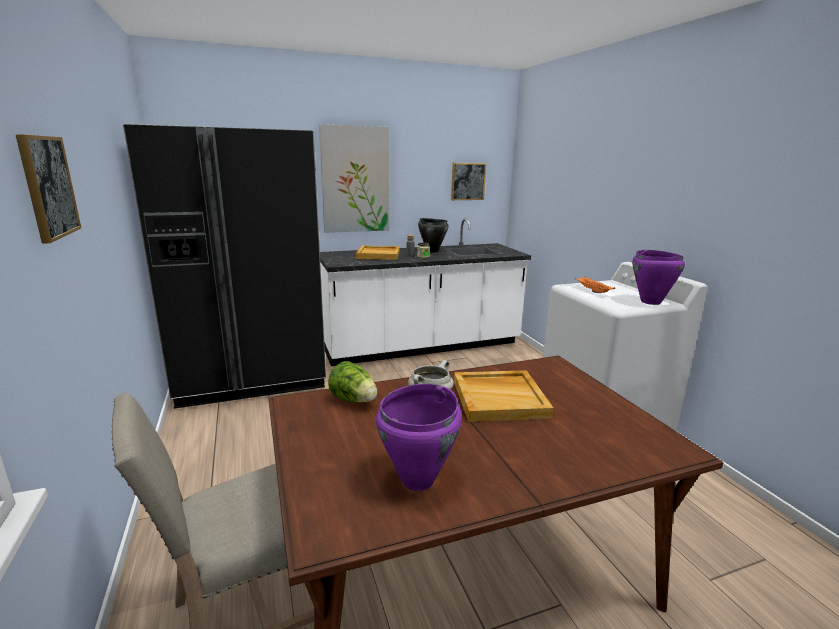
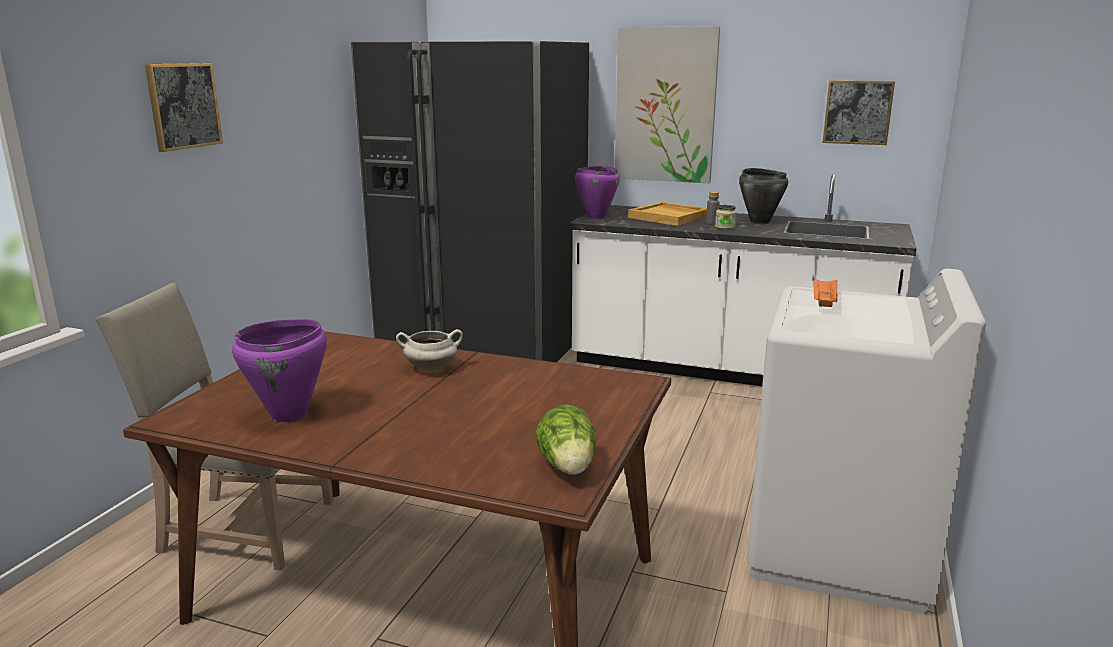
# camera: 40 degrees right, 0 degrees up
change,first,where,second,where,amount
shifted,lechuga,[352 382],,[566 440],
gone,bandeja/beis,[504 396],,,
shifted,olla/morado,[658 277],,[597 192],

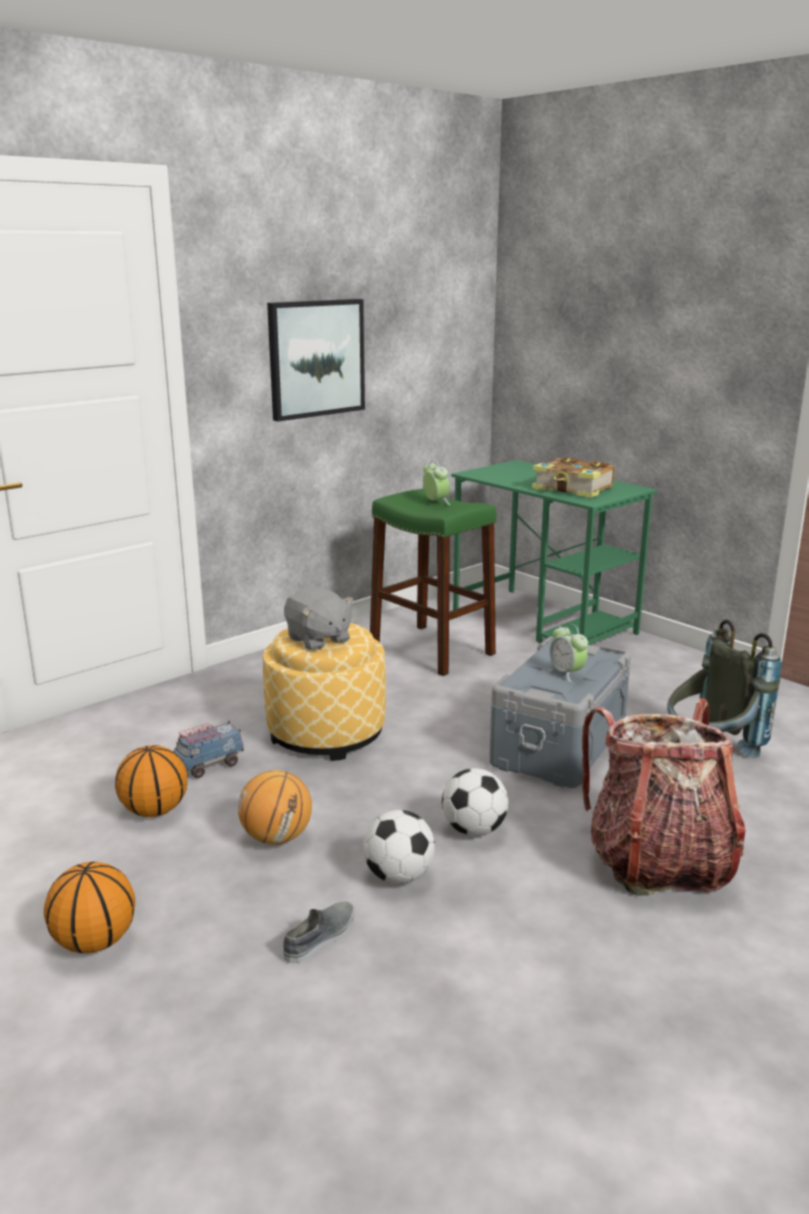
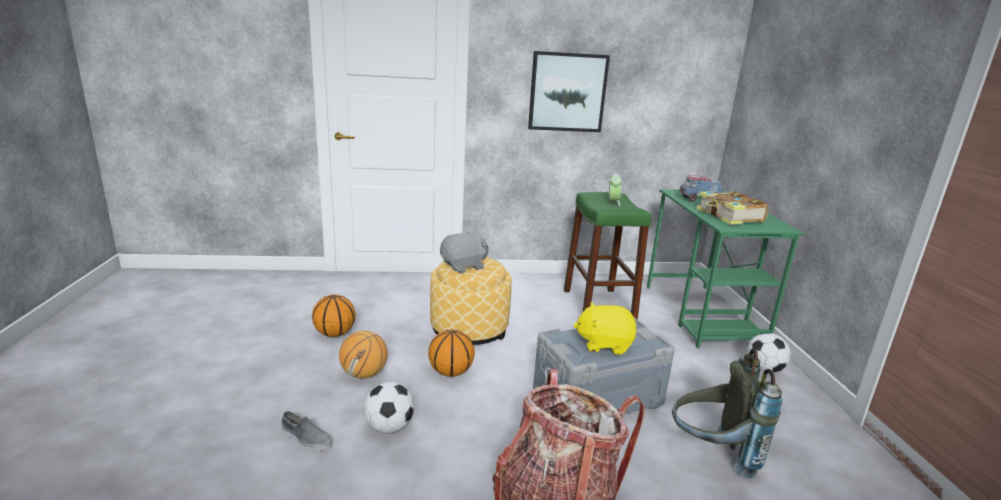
# camera: 35 degrees right, 0 degrees up
change,first,where,second,where,amount
shifted,balón de baloncesto,[89 907],,[451 353],
shifted,camión de juguete,[208 749],,[701 188],
rotated,zapato/gris,[319 932],,[306 431],45 degrees clockwise
rotated,peluche/gris,[319 618],,[464 252],120 degrees counterclockwise
shifted,balón de fútbol,[475 802],,[769 353],
swapped,despertador,[568 653],peluche/amarillo,[605 328],

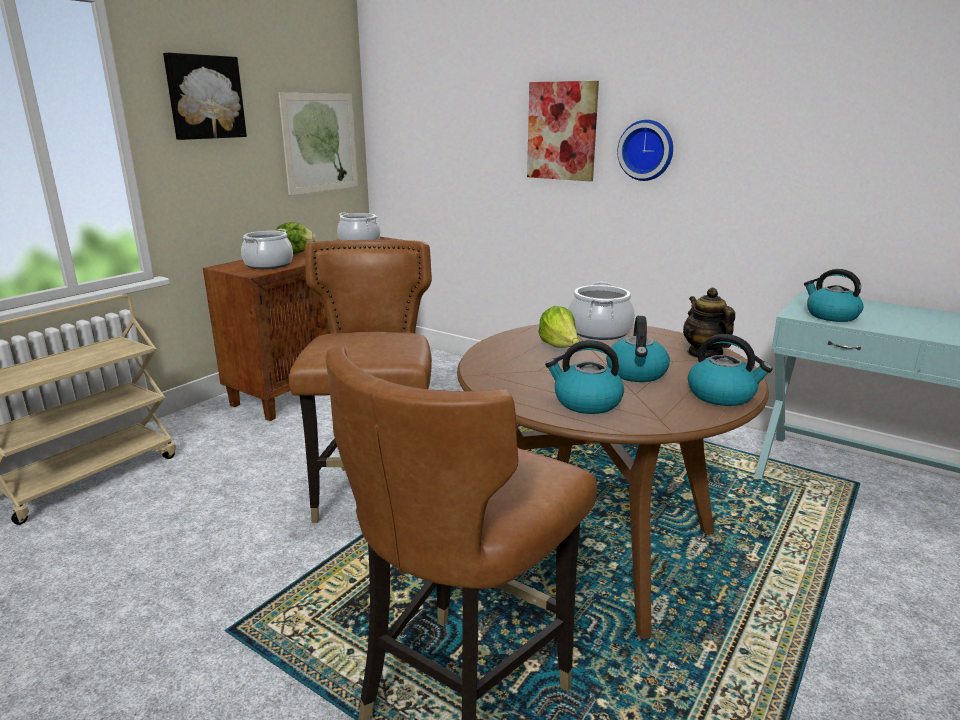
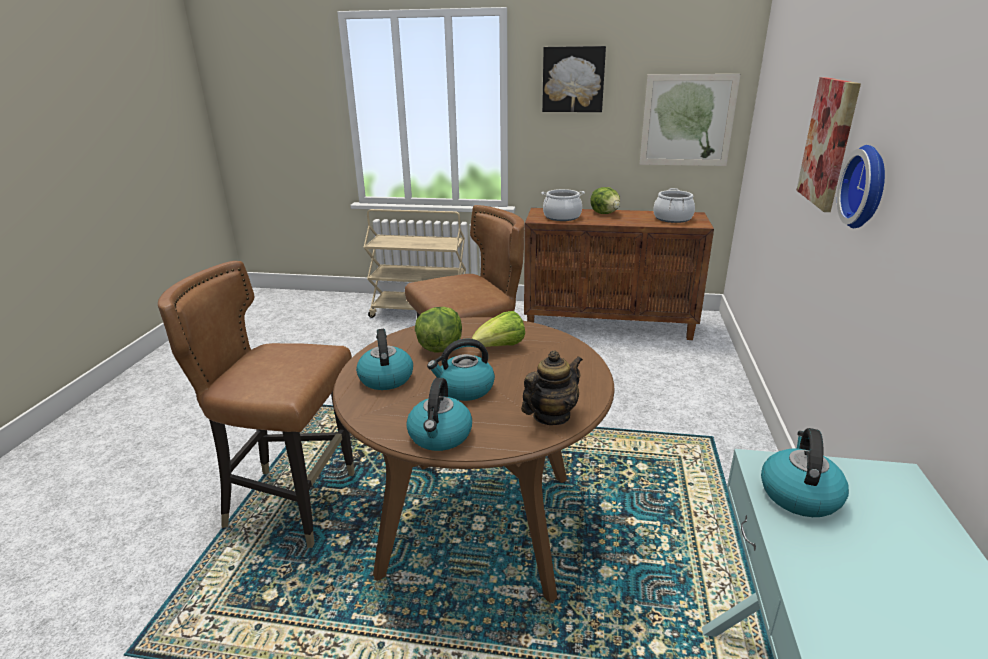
# camera: 65 degrees right, 5 degrees up
change,first,where,second,where,amount
gone,olla,[601 311],,,
new,,,lechuga,[438 330],

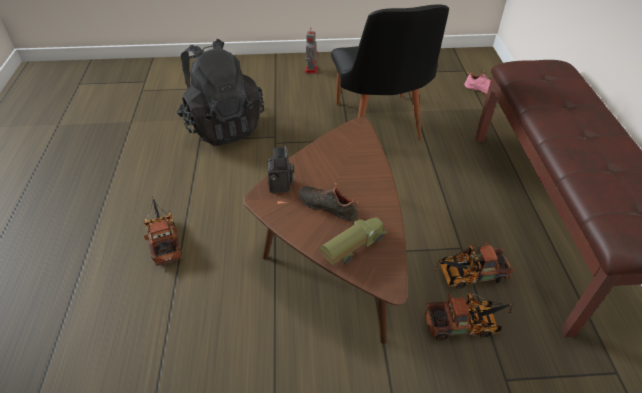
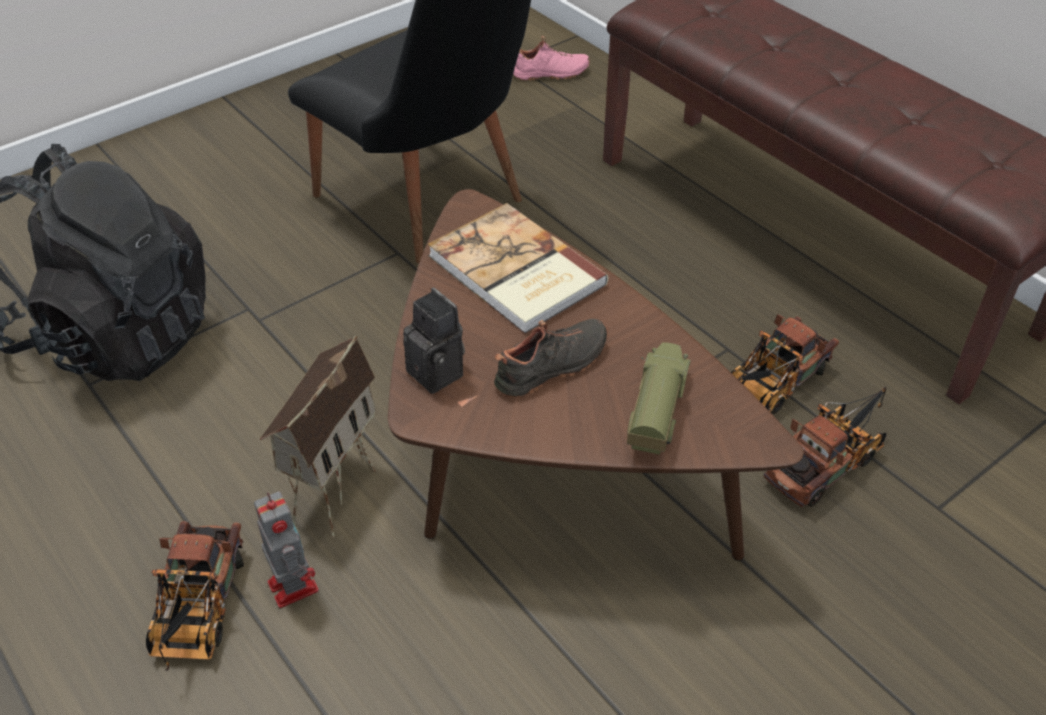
# camera: 35 degrees left, 0 degrees up
change,first,where,second,where,amount
rotated,camión de juguete,[163 231],,[195 595],120 degrees counterclockwise
rotated,zapato/negro,[328 202],,[551 358],150 degrees clockwise
shifted,robot de juguete,[311 51],,[286 549],
new,,,casita,[318 436],
new,,,libro,[518 268],

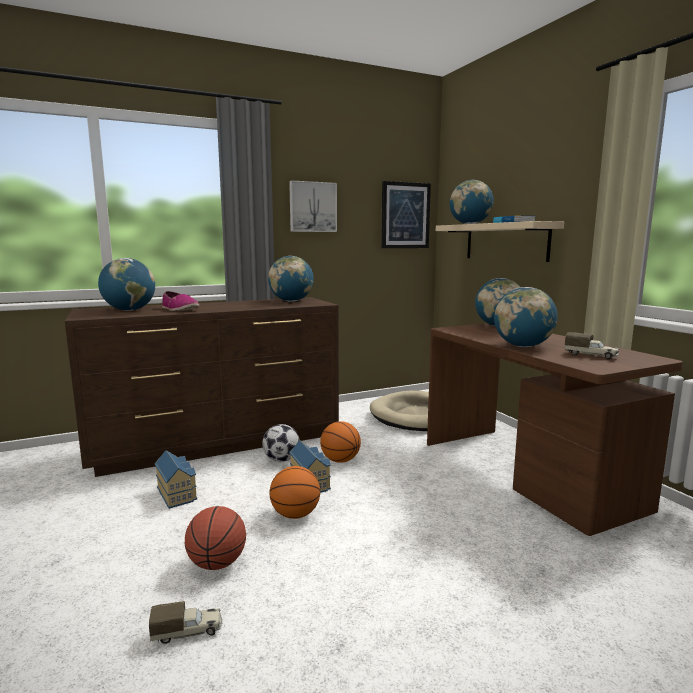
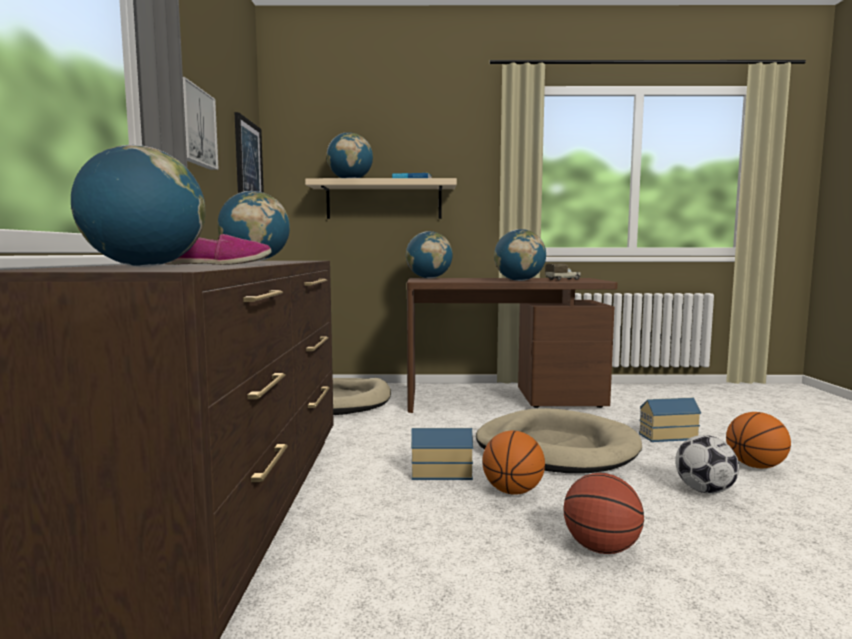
# camera: 65 degrees left, 5 degrees down
change,first,where,second,where,amount
gone,camión de juguete,[185 622],,,
shifted,casita,[176 479],,[670 420],
shifted,balón de fútbol,[280 443],,[707 464],
shifted,balón de baloncesto,[340 442],,[758 440],
new,,,cama para perro/beis,[559 440],

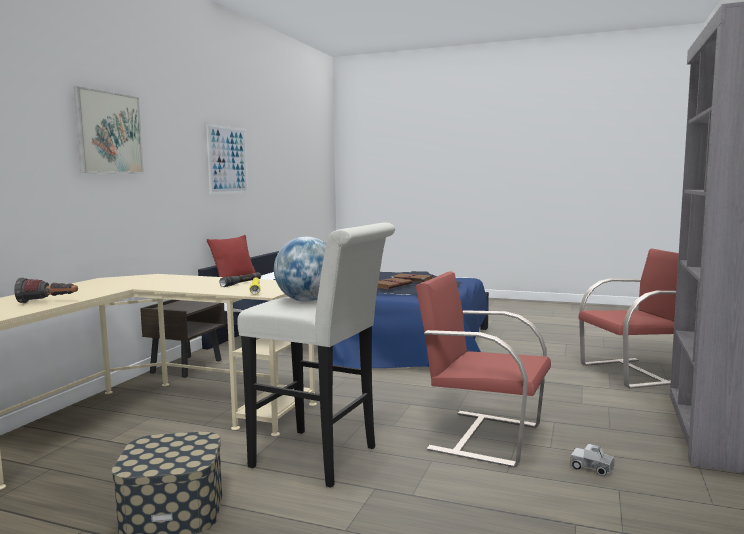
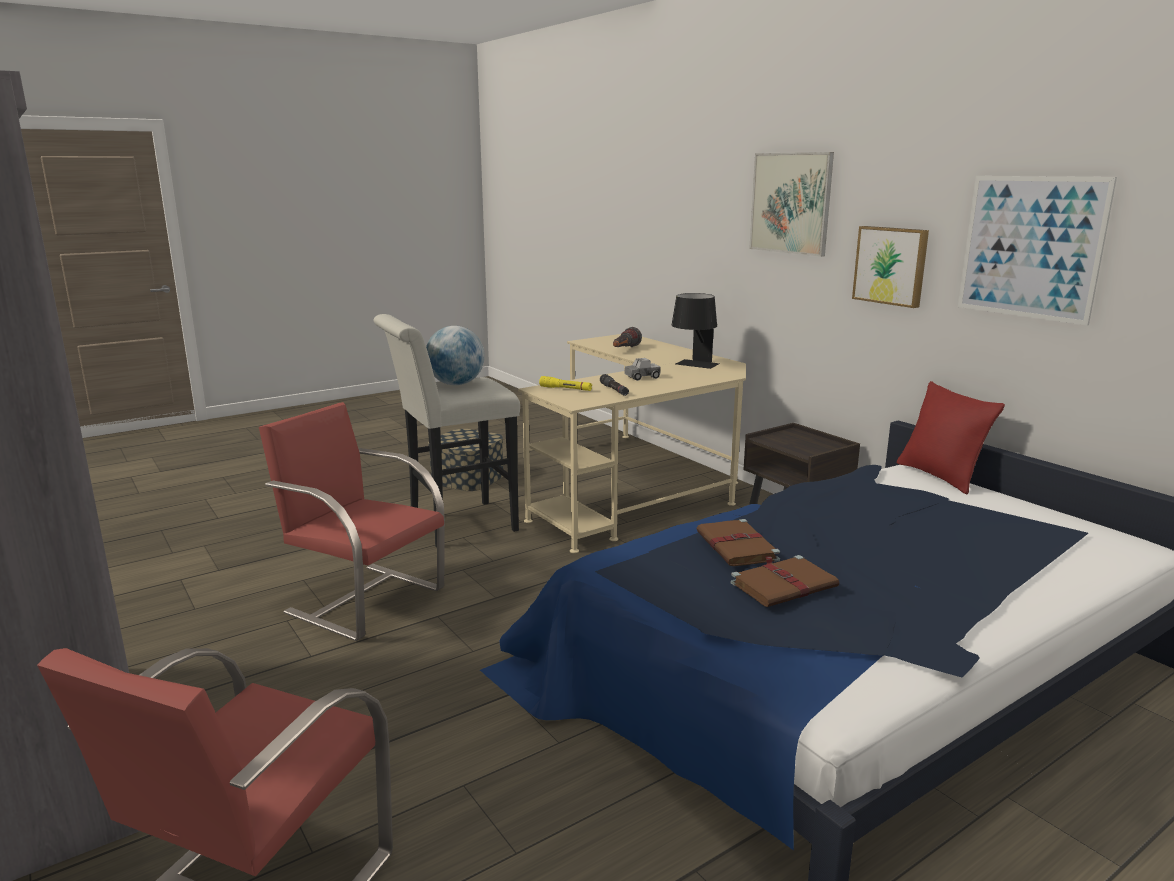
# camera: 125 degrees right, 10 degrees up
change,first,where,second,where,amount
rotated,silla/rojo,[483 369],,[352 521],120 degrees counterclockwise
shifted,camión de juguete,[592 460],,[642 369],
new,,,lámpara de mesa/negro,[695 331],
new,,,cuadro,[890 267],

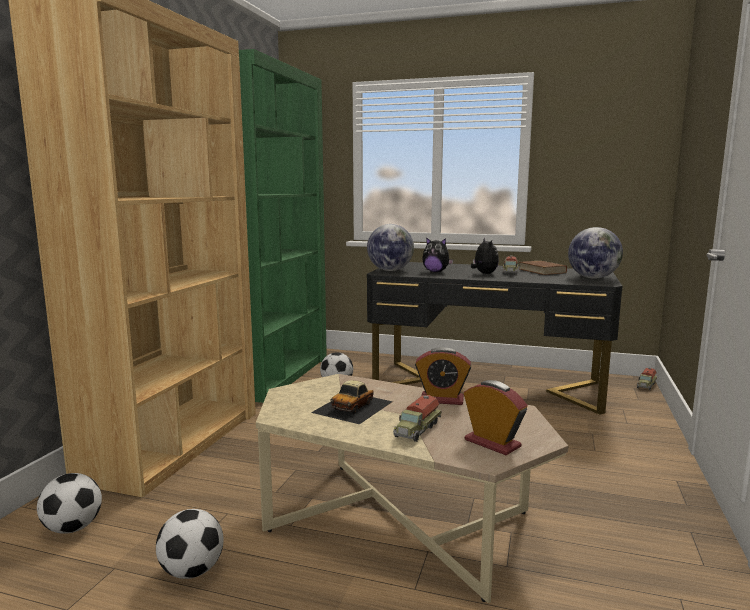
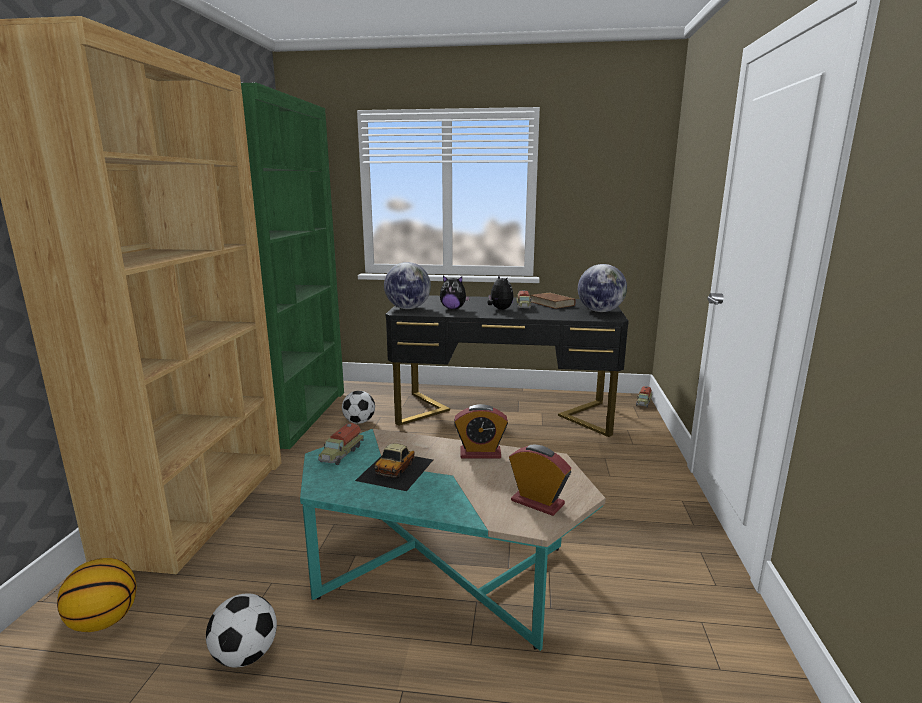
# camera: 10 degrees left, 5 degrees up
change,first,where,second,where,amount
swapped,balón de fútbol,[69 503],balón de baloncesto,[97 595],
repainted,mesa de centro/beis,[412 488],mesa de centro/turquesa,[453 540],
shifted,camión de juguete,[417 418],,[341 444],

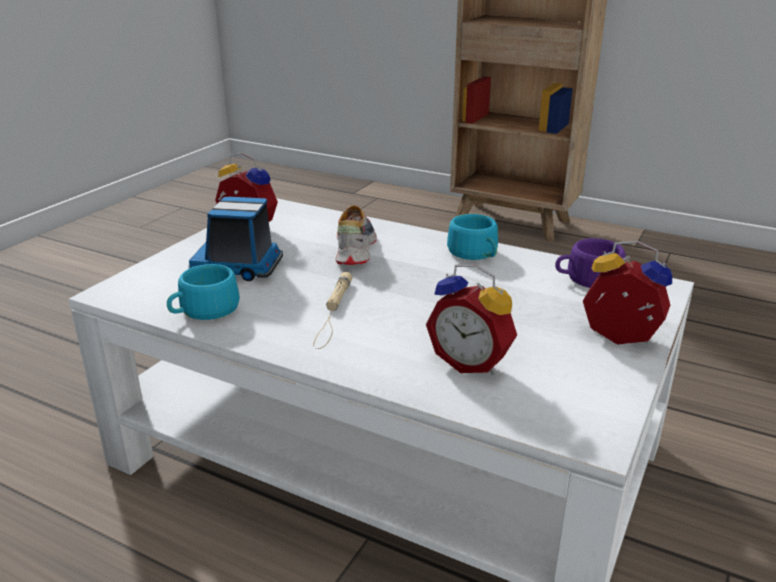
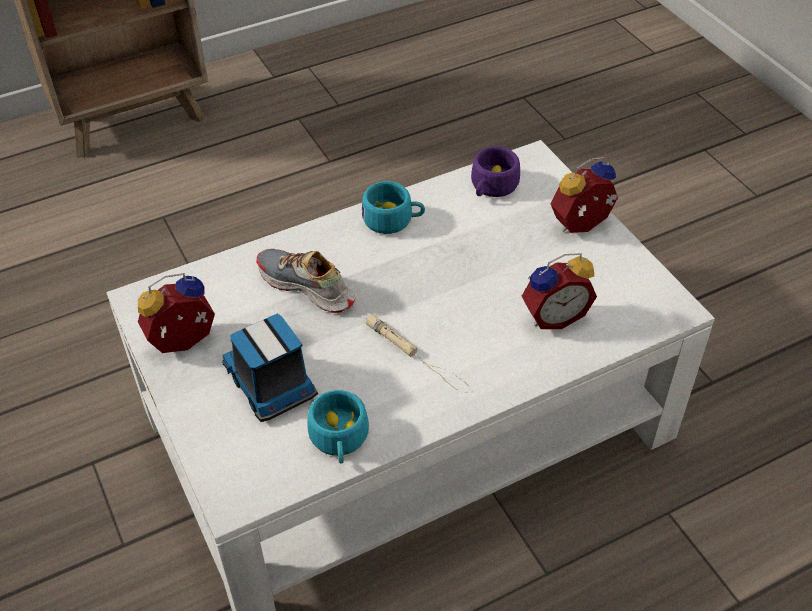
# camera: 55 degrees left, 20 degrees up
change,first,where,second,where,amount
rotated,camión de juguete,[235 239],,[270 368],105 degrees clockwise

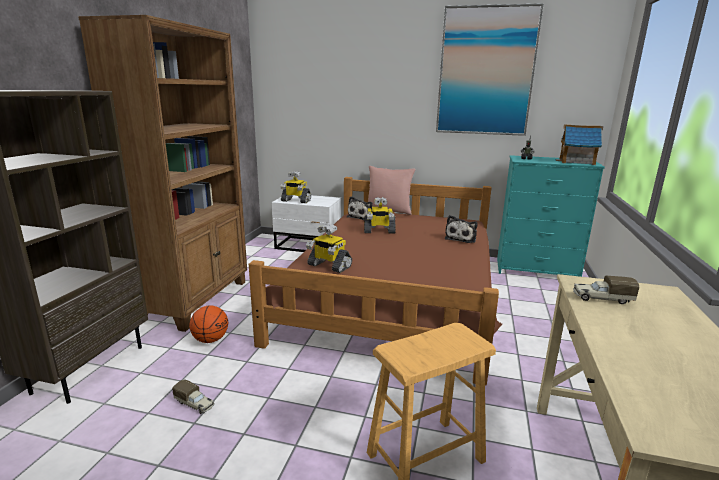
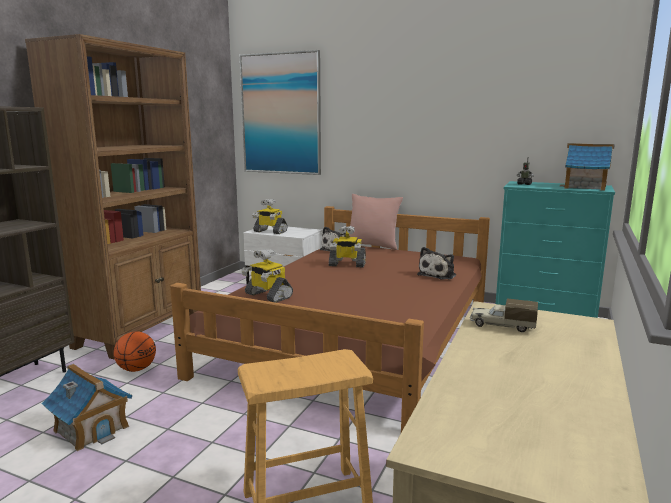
# camera: 10 degrees right, 5 degrees down
change,first,where,second,where,amount
swapped,camión de juguete,[193 396],casita,[87 407],
shifted,cuadro,[490 69],,[280 112],

